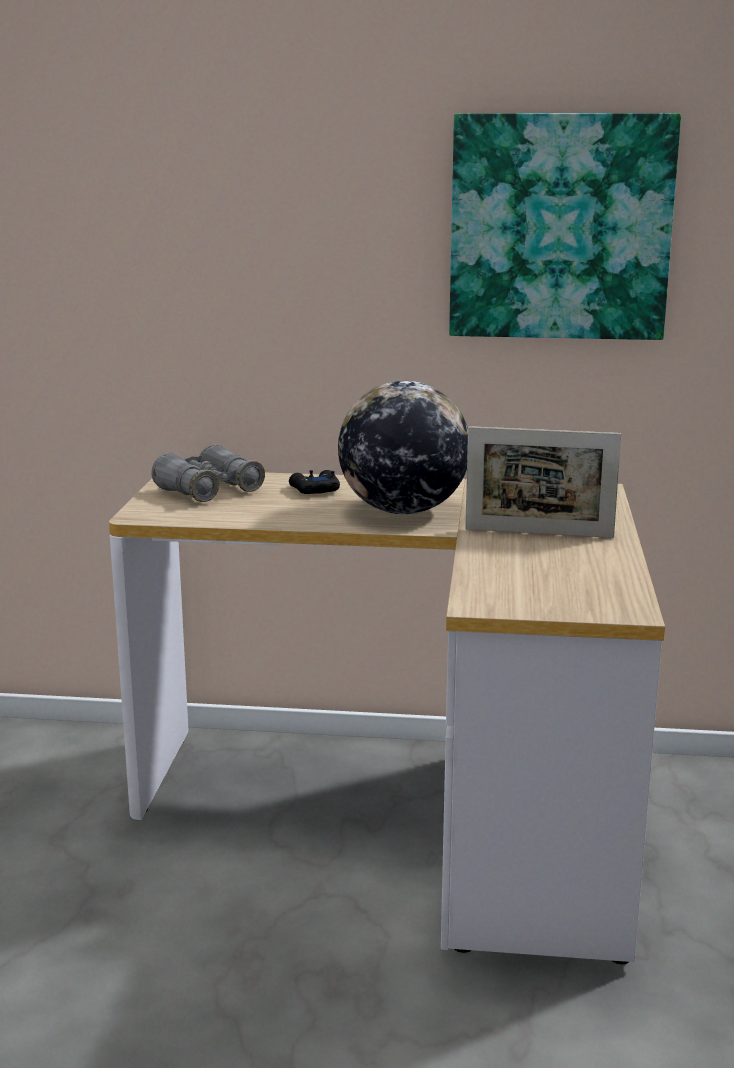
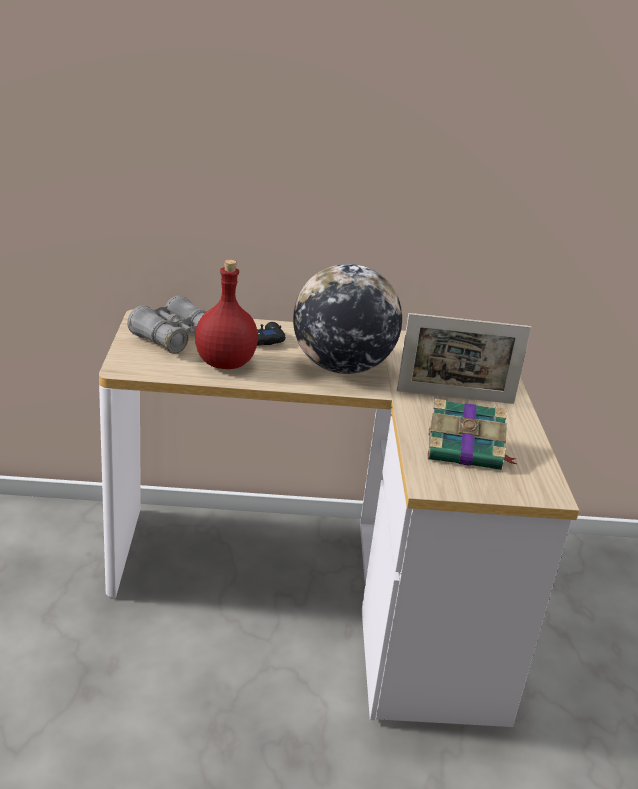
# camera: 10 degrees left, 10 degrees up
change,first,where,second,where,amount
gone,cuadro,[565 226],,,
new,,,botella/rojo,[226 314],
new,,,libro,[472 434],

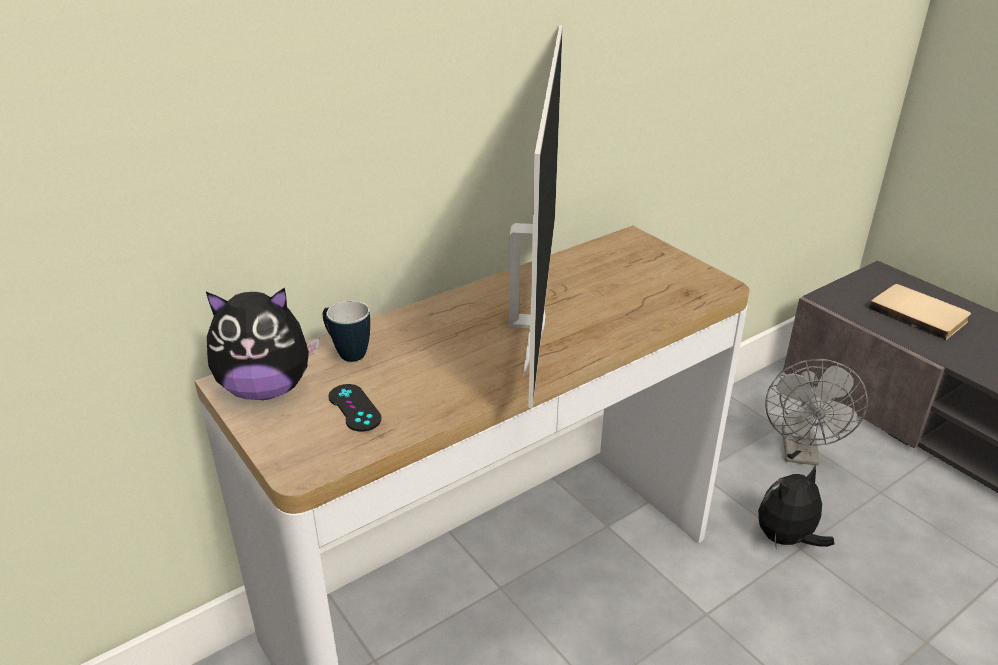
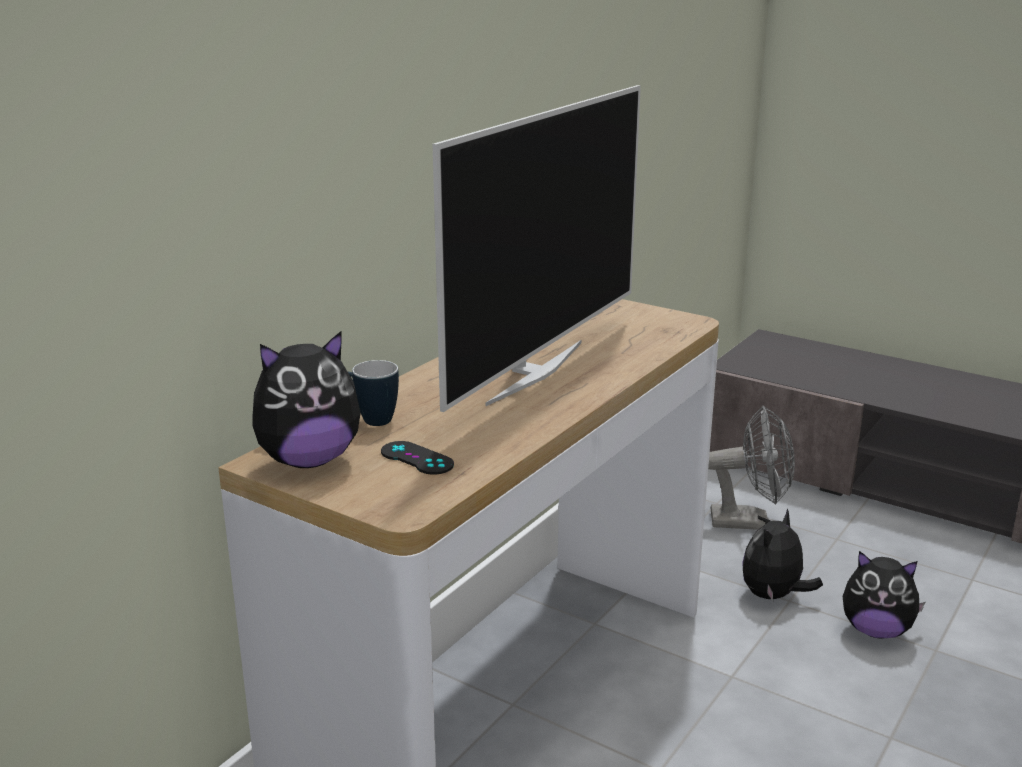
# camera: 20 degrees left, 10 degrees down
change,first,where,second,where,amount
rotated,televisor,[536 216],,[537 248],45 degrees clockwise
rotated,ventilador/gris,[816 412],,[751 467],75 degrees counterclockwise
gone,libro/beis,[920 312],,,
new,,,peluche,[884 595],

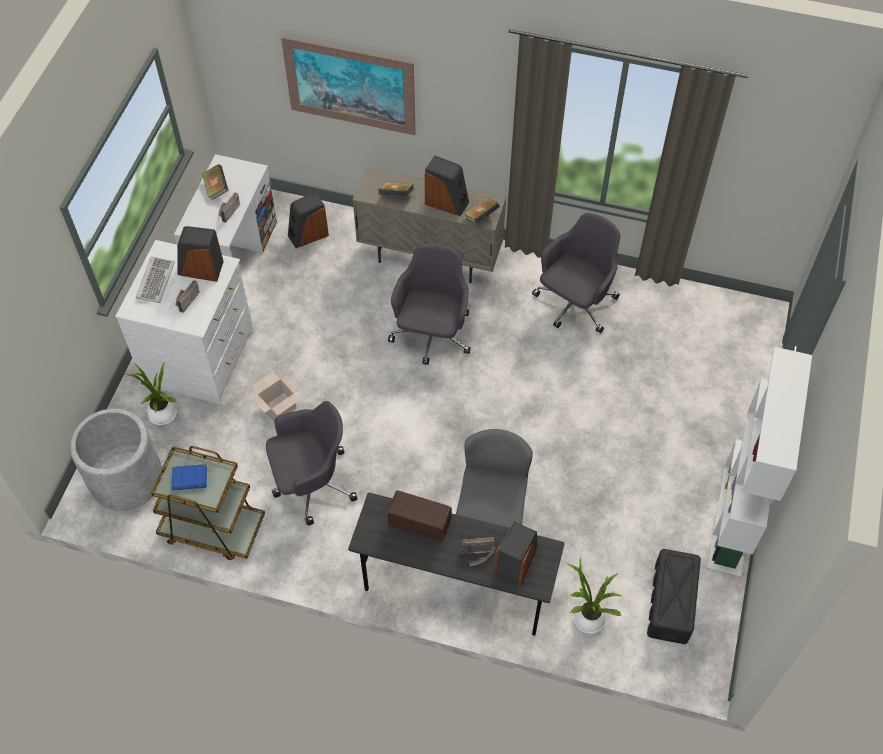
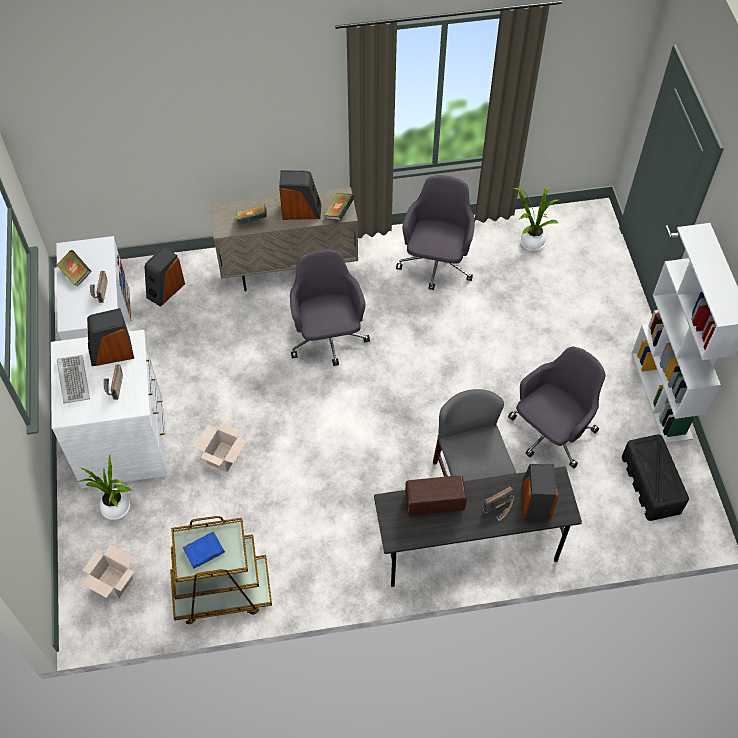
# camera: 25 degrees left, 0 degrees up
change,first,where,second,where,amount
swapped,maceta/gris,[116 460],caja de cartón,[108 571],
shifted,silla de oficina/gris,[312 463],,[556 407],
gone,cuadro,[348 85],,,
shifted,planta en maceta,[594 596],,[537 218],

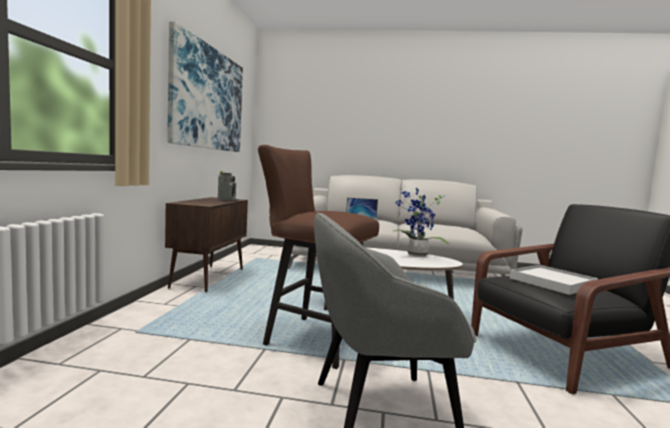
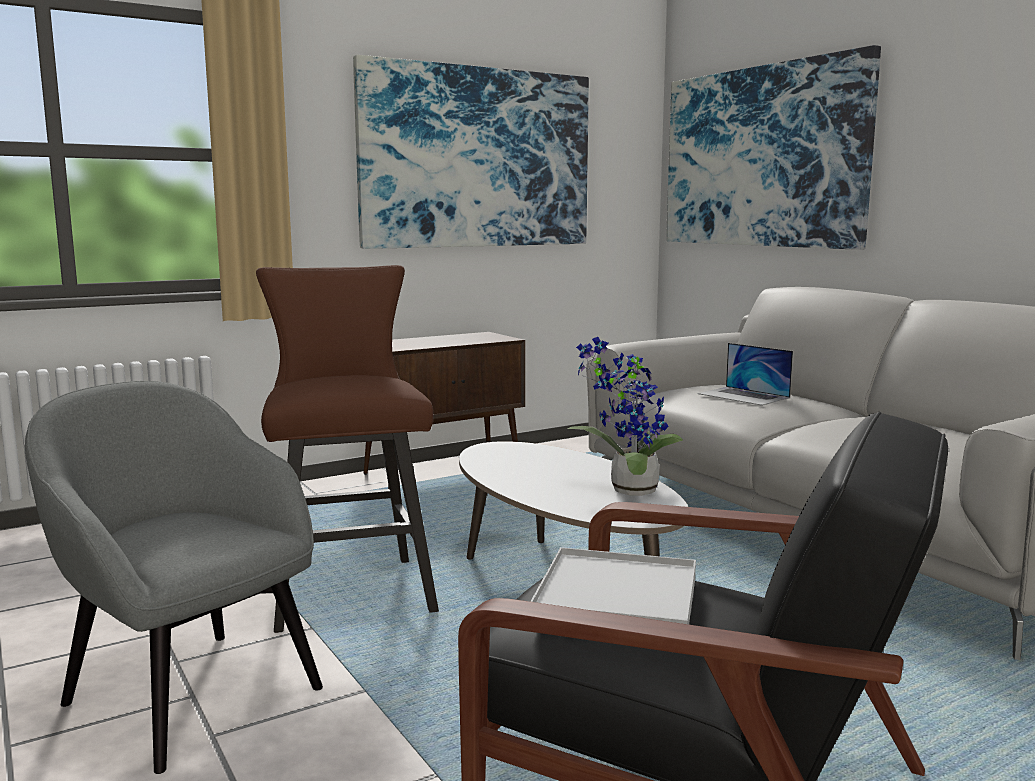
# camera: 50 degrees right, 5 degrees up
change,first,where,second,where,amount
gone,radio,[227 186],,,
new,,,cuadro,[773 147],

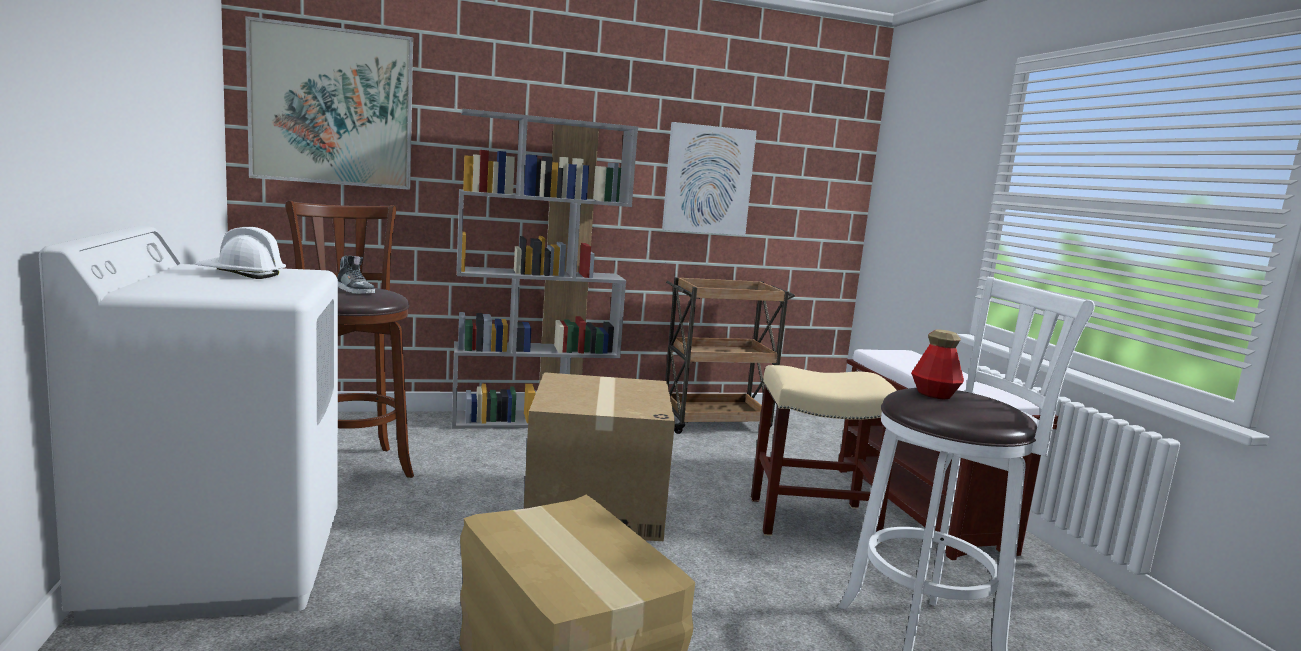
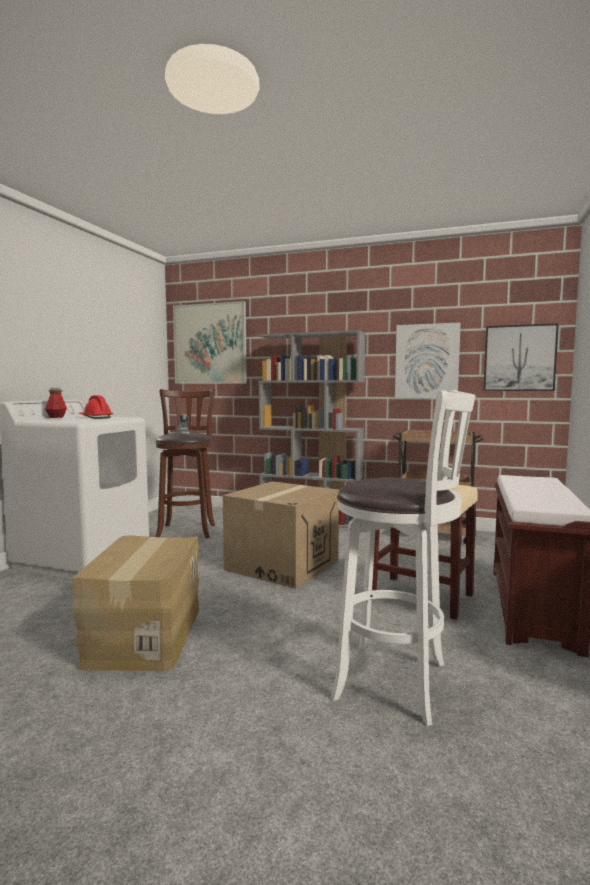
# camera: 35 degrees right, 5 degrees down
change,first,where,second,where,amount
repainted,casco/blanco,[240 253],casco/rojo,[95 407],
shifted,botella,[937 364],,[56 403],
new,,,cuadro,[521 357],

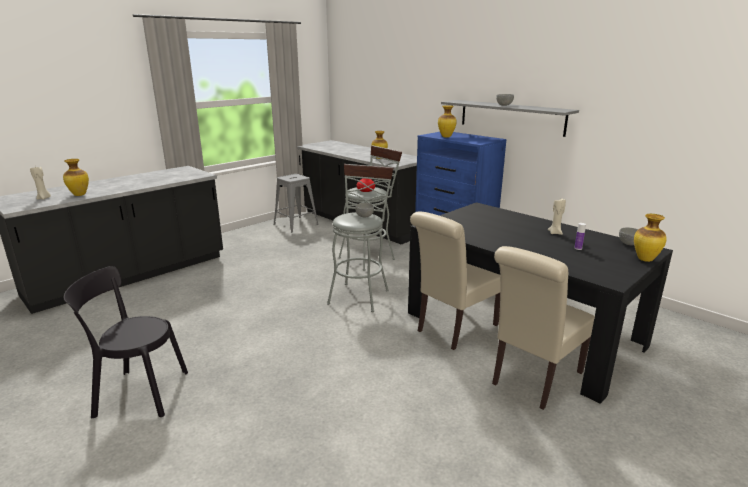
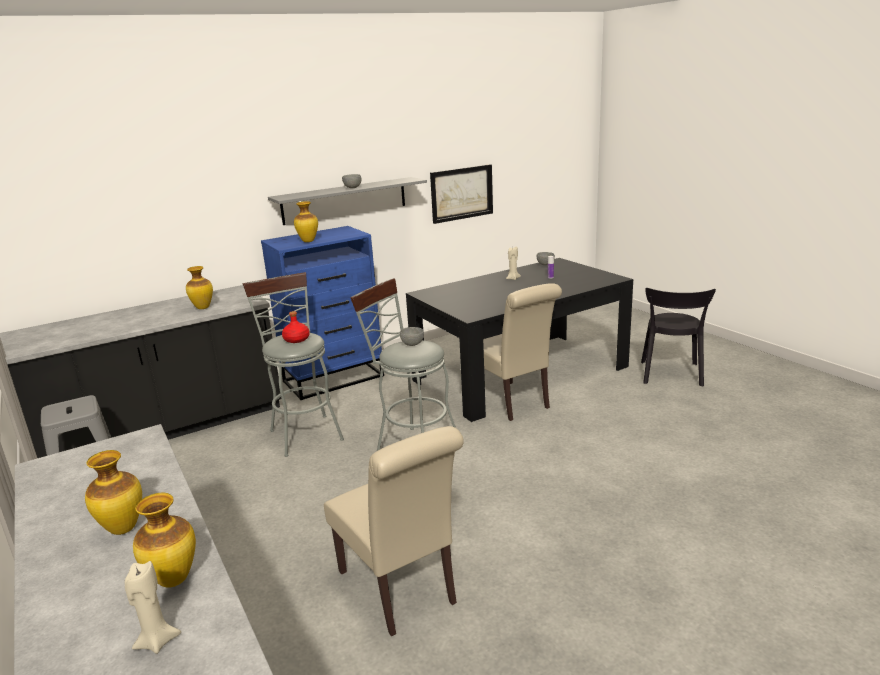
# camera: 75 degrees left, 0 degrees up
change,first,where,second,where,amount
shifted,silla/negro,[125 342],,[678 337],
shifted,silla/beis,[543 328],,[394 531],
shifted,florero,[650 238],,[113 492],
new,,,cuadro,[461 194],

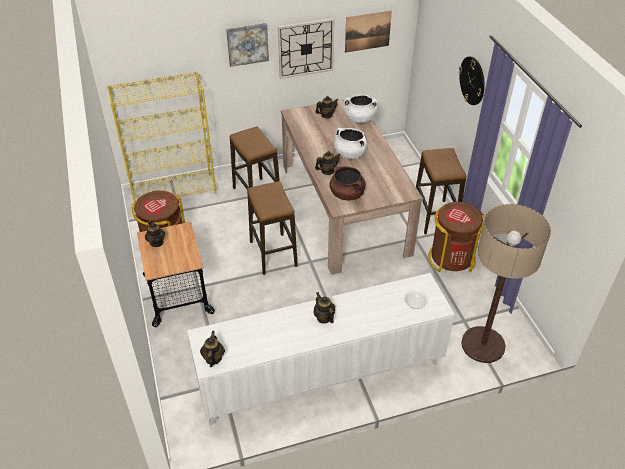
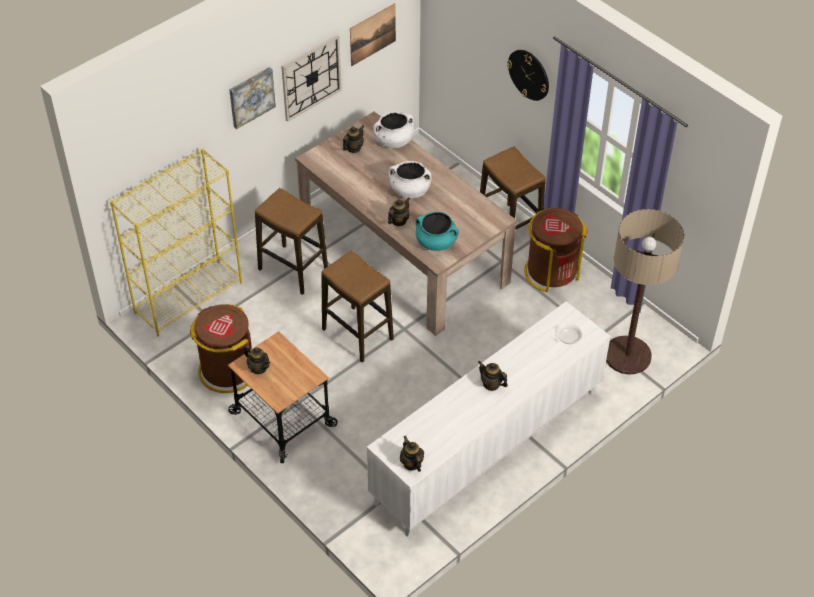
# camera: 25 degrees left, 5 degrees up
change,first,where,second,where,amount
repainted,olla/marrón,[347 183],olla/turquesa,[437 231],

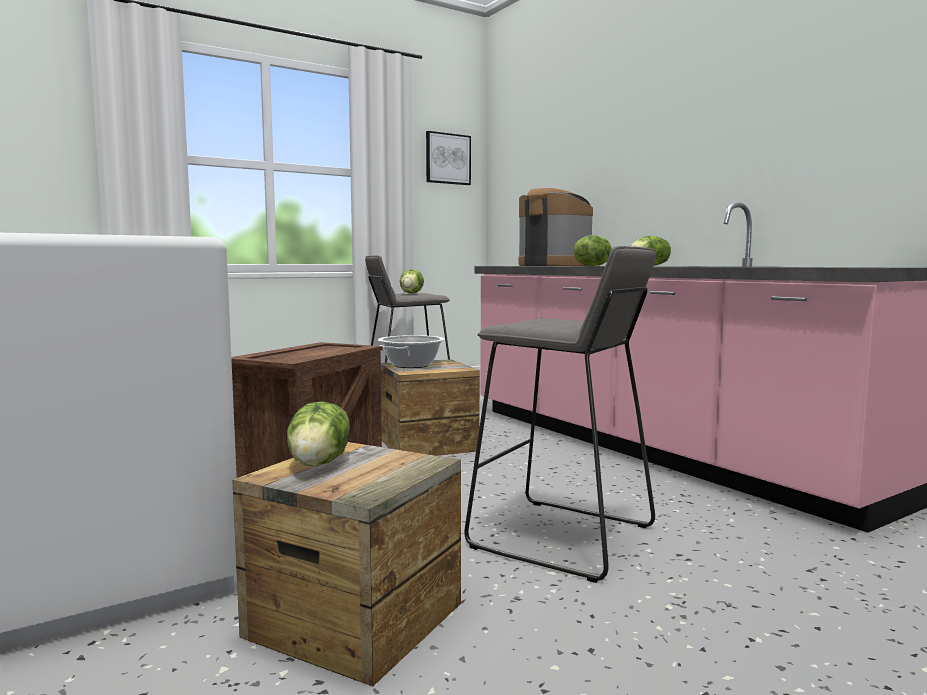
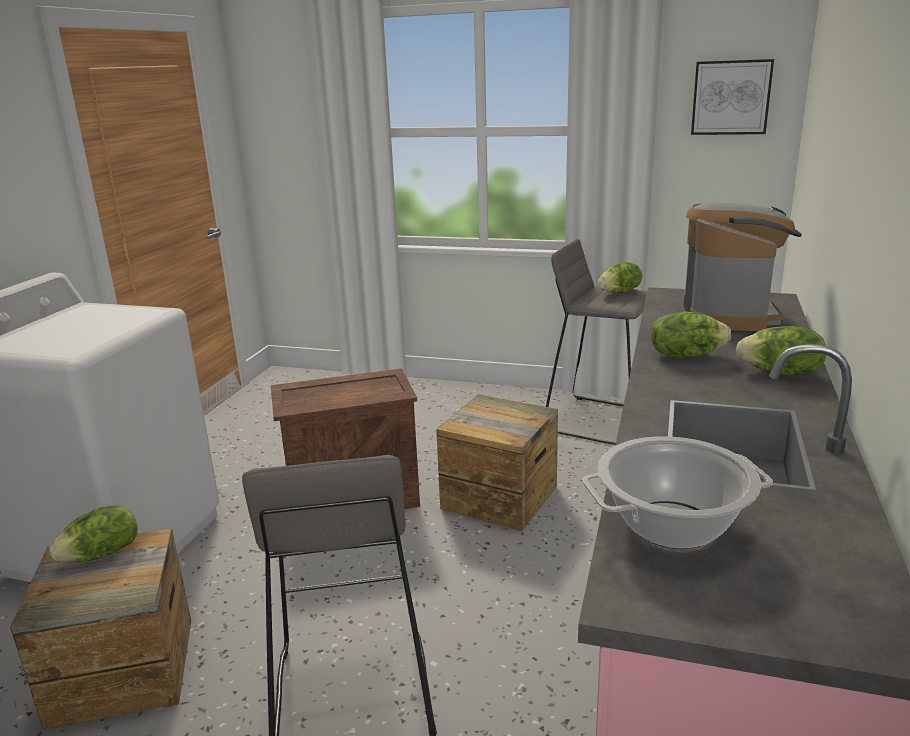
# camera: 50 degrees right, 15 degrees up
change,first,where,second,where,amount
shifted,olla,[411 351],,[677 492],

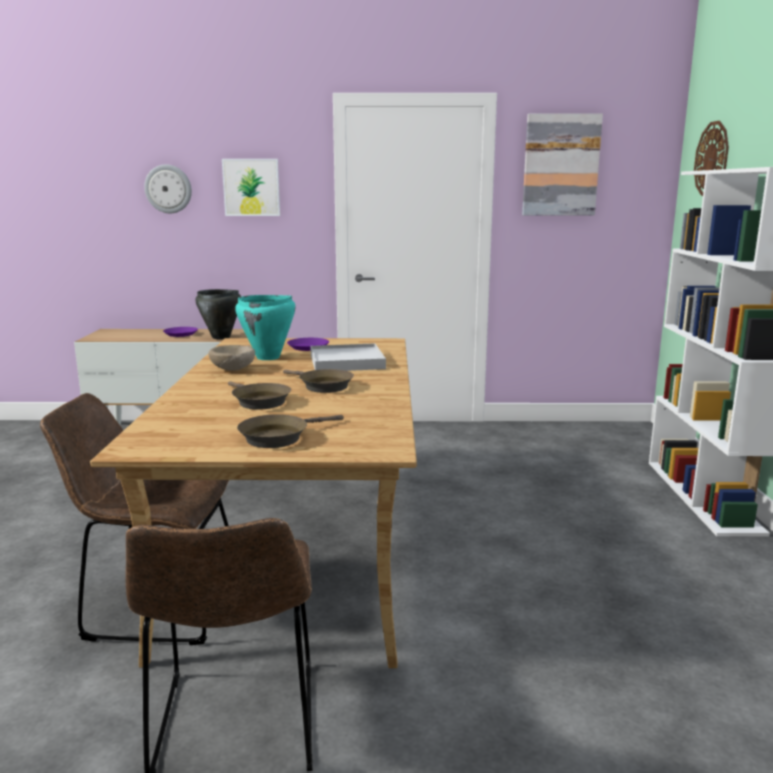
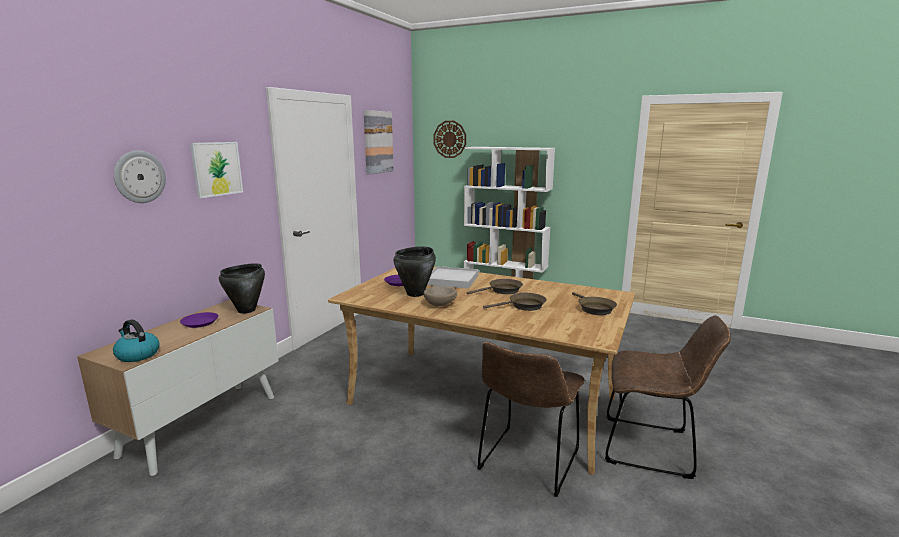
# camera: 65 degrees left, 0 degrees up
change,first,where,second,where,amount
repainted,olla/turquesa,[265 327],olla/negro,[414 271],
new,,,hervidor,[136 340],

